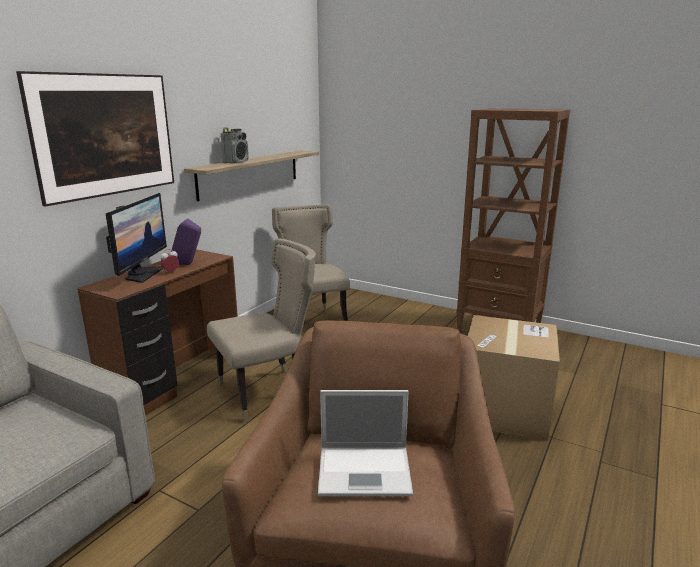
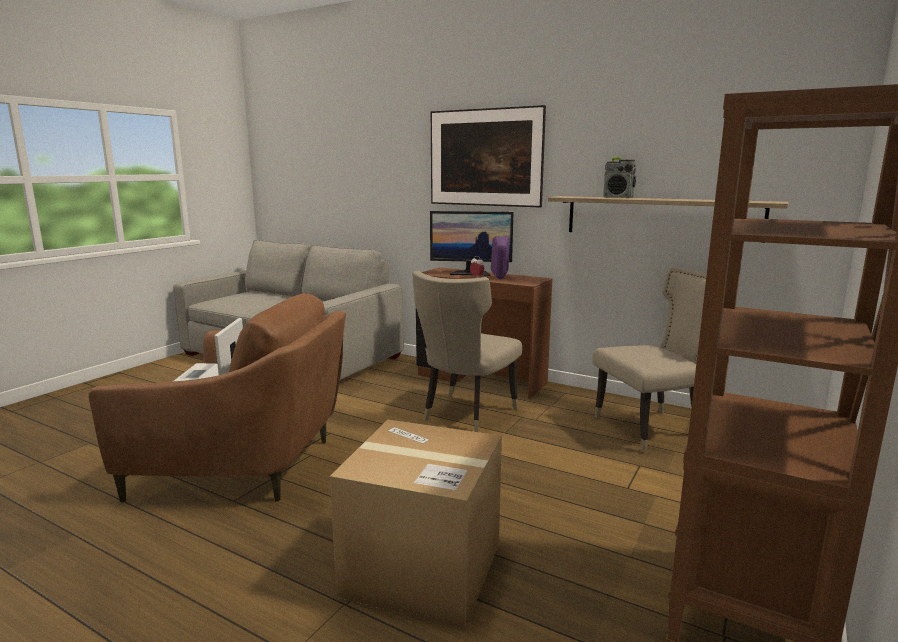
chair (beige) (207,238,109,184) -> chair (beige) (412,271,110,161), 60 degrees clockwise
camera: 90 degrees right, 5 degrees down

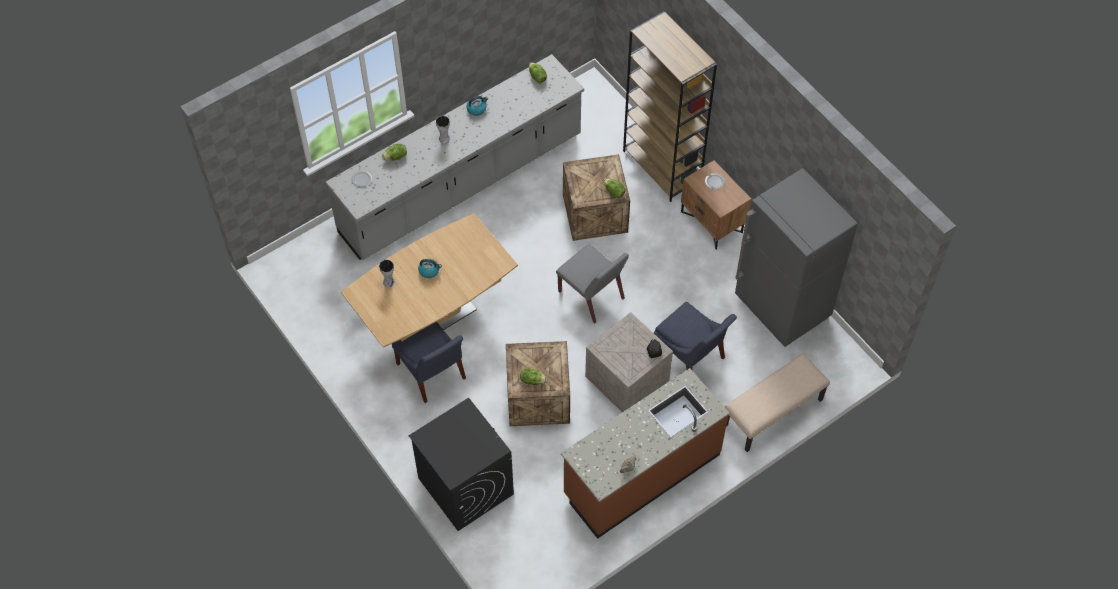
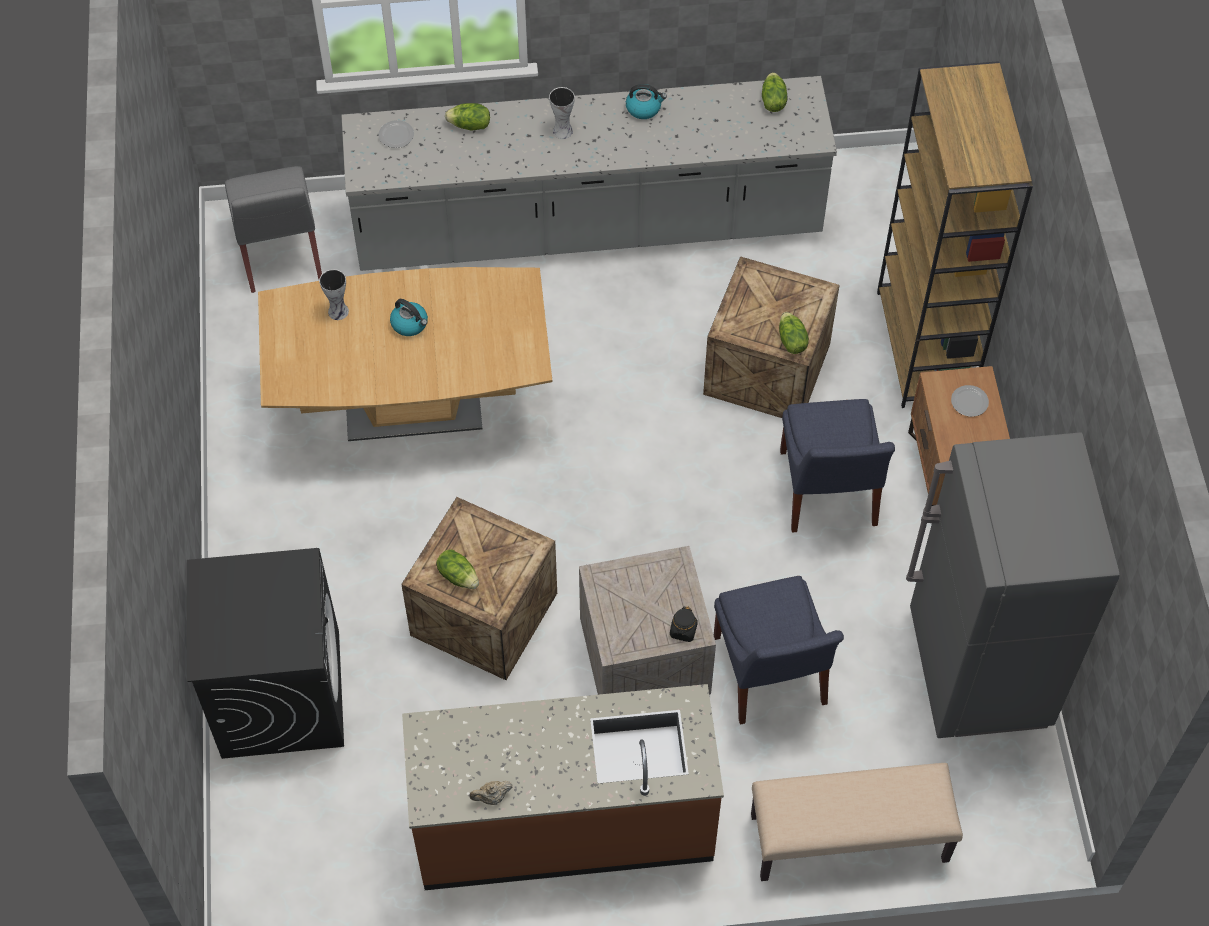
chair (blue) (392,322,74,81) -> chair (blue) (780,399,115,133), move
chair (grey) (556,244,73,79) -> chair (grey) (225,166,97,127), move
camera: 30 degrees right, 0 degrees up

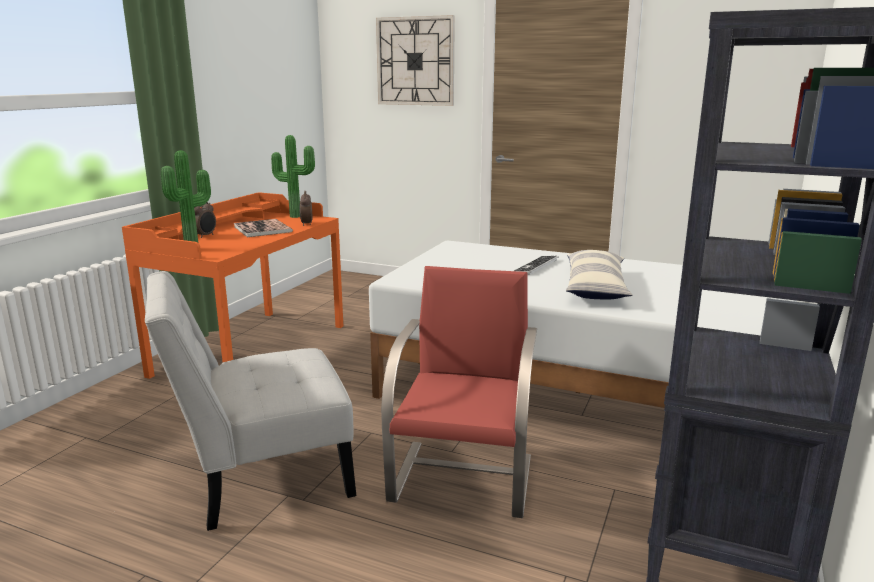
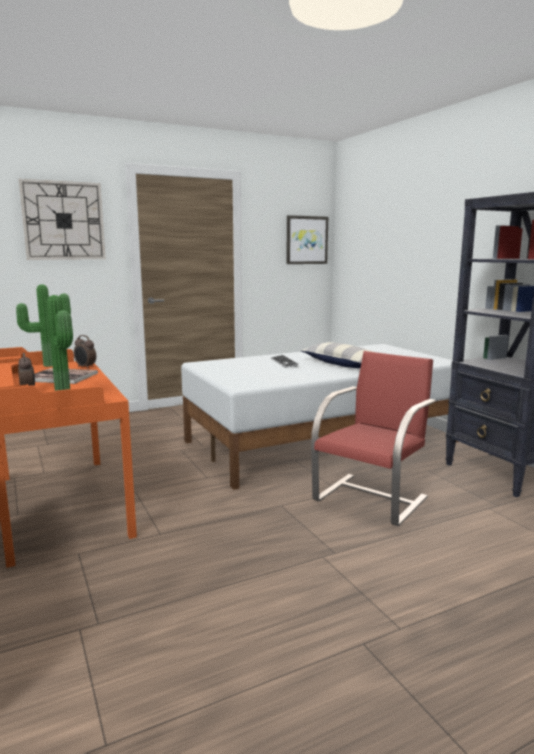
chair (white) (145,271,211,260) -> none
none -> picture (286,215,42,49)
chair (red) (381,266,156,252) -> chair (red) (311,351,125,175), 75 degrees clockwise
camera: 50 degrees left, 5 degrees down

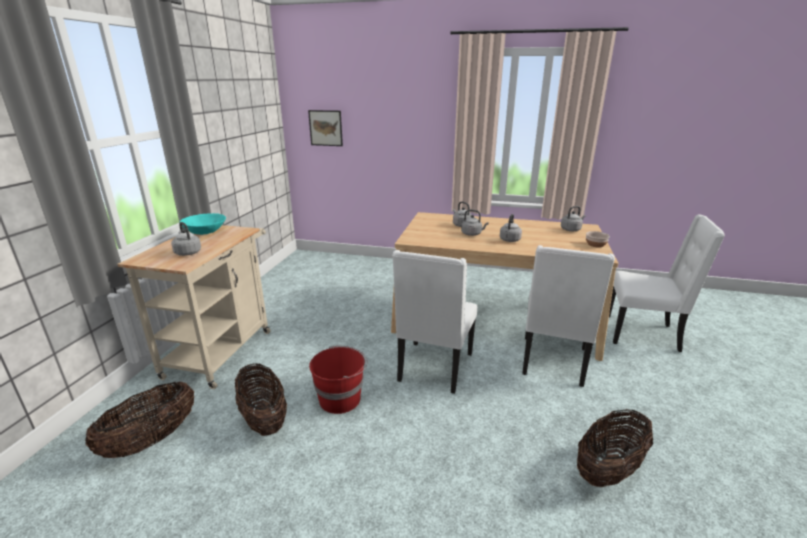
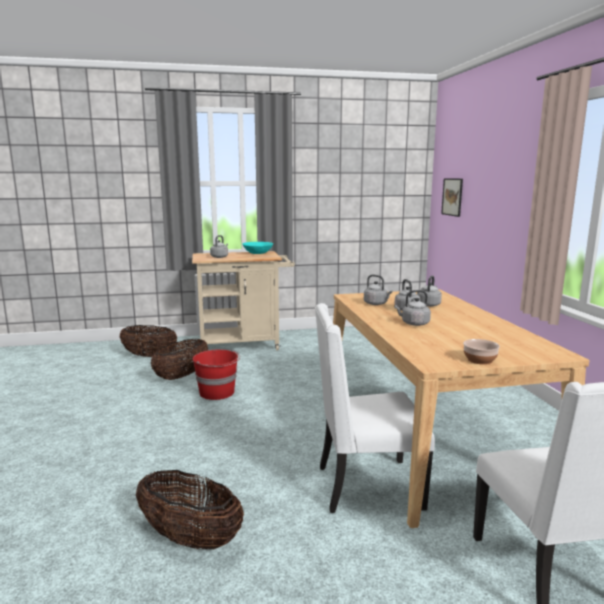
chair (white) (392,250,85,144) -> none
kettle (grey) (561,206,25,25) -> kettle (grey) (364,275,28,30), move
camera: 65 degrees right, 10 degrees down

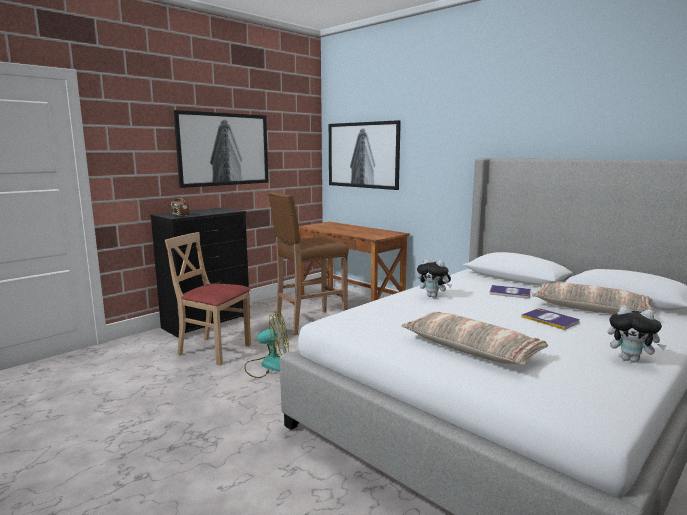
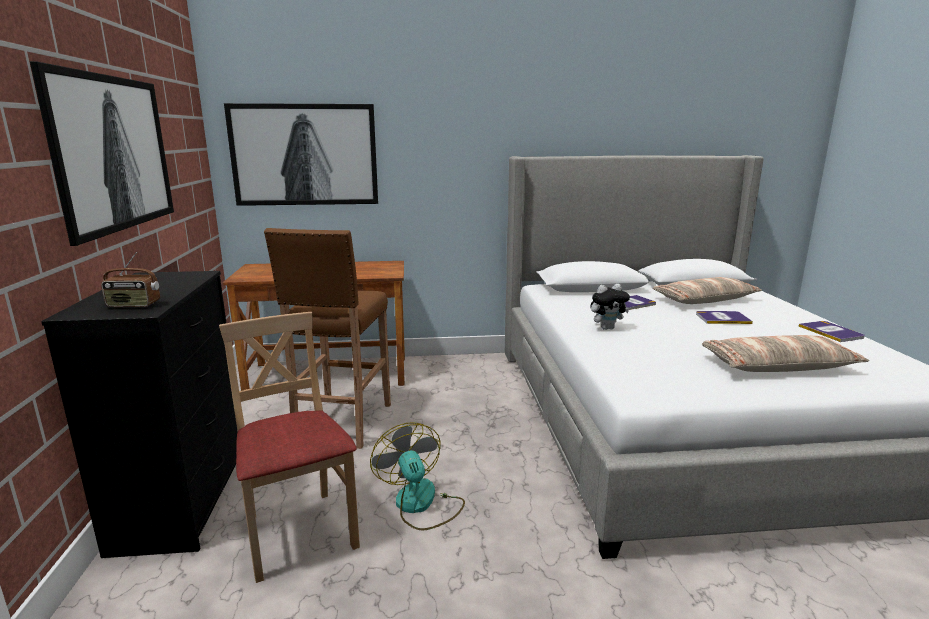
plush toy (608,305,59,58) -> book (798,321,67,21)
chair (beige) (165,232,86,134) -> chair (beige) (219,312,141,271), 90 degrees clockwise
fan (244,311,45,67) -> fan (370,422,95,109), 60 degrees counterclockwise
camera: 50 degrees left, 5 degrees up

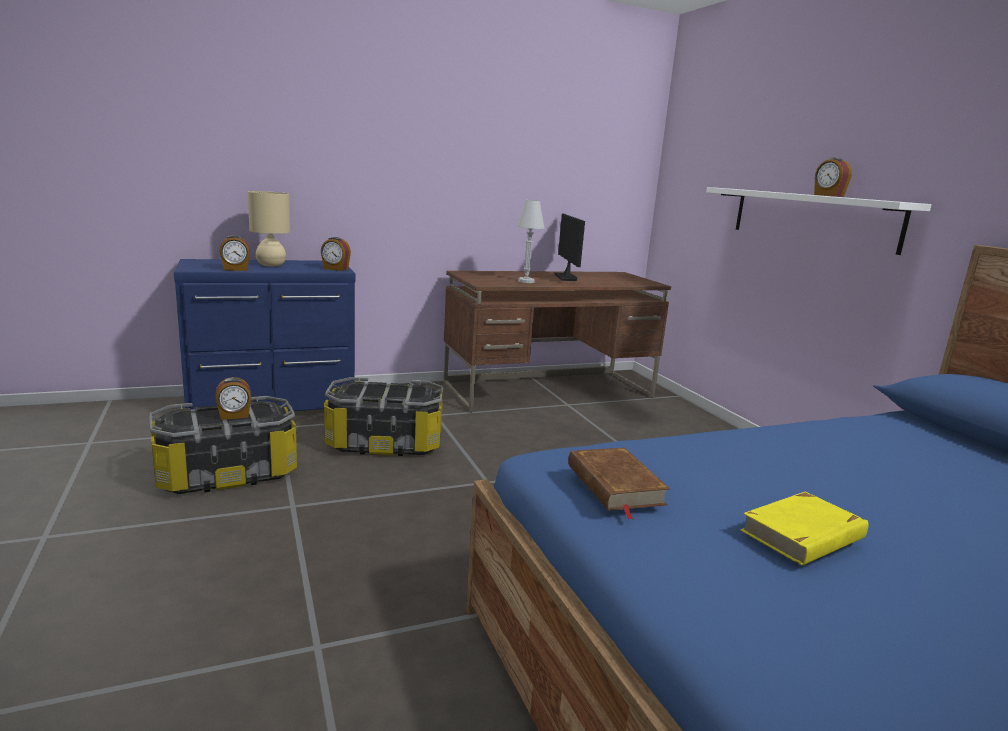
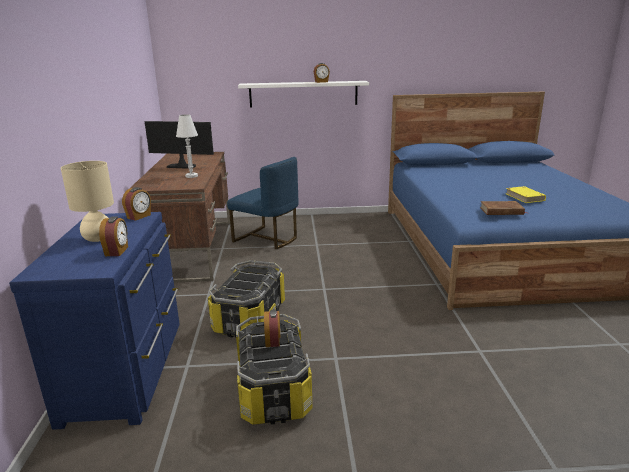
none -> chair (blue) (227,157,72,92)
camera: 70 degrees left, 5 degrees up

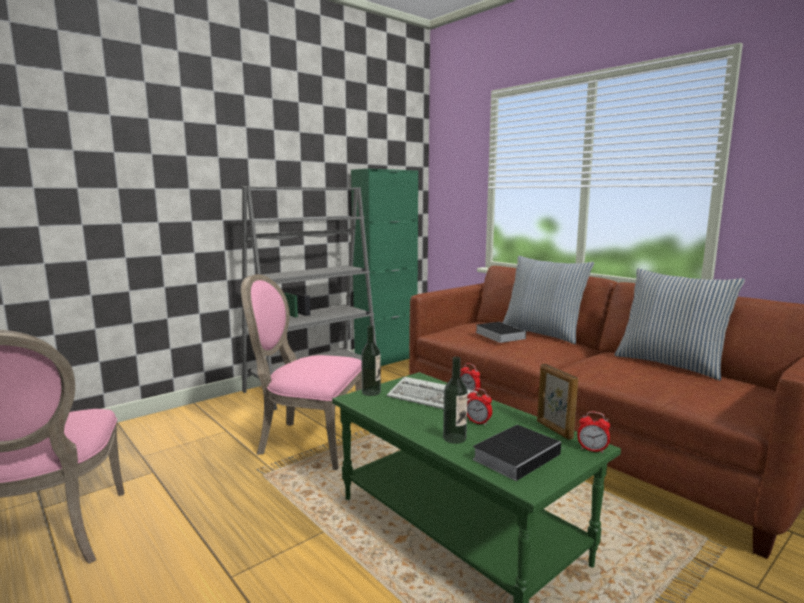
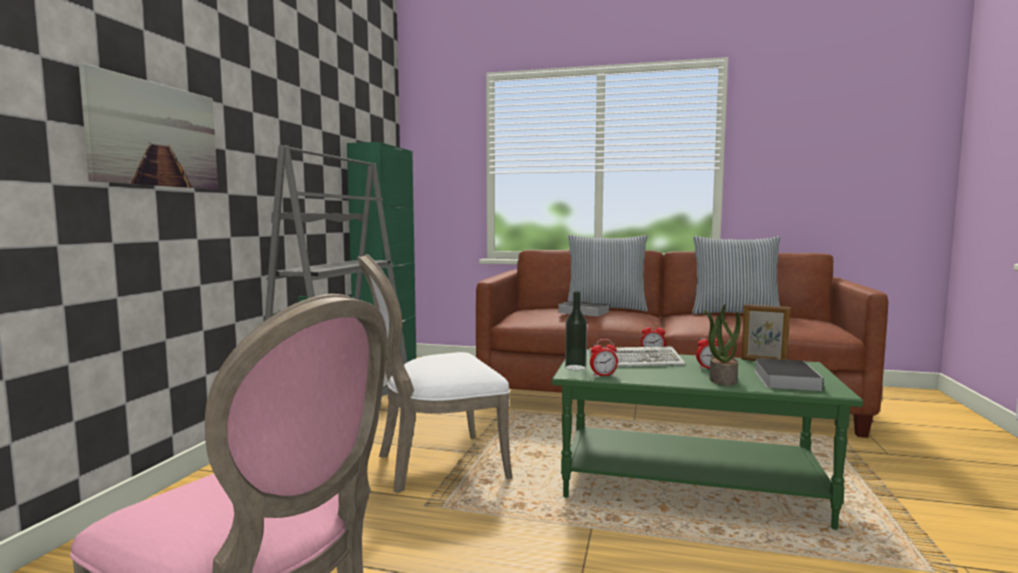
none -> picture (79,63,139,127)
alarm clock (577,411,33,42) -> alarm clock (590,339,28,38), move
bottle (443,356,25,88) -> potted plant (704,304,37,82)
chair (pink) (241,274,122,196) -> chair (white) (357,254,156,239)
camera: 35 degrees left, 5 degrees down

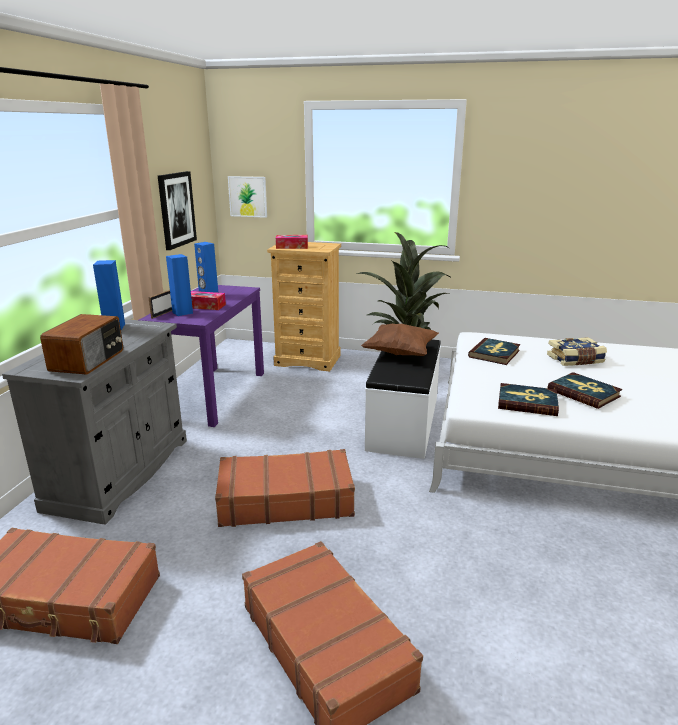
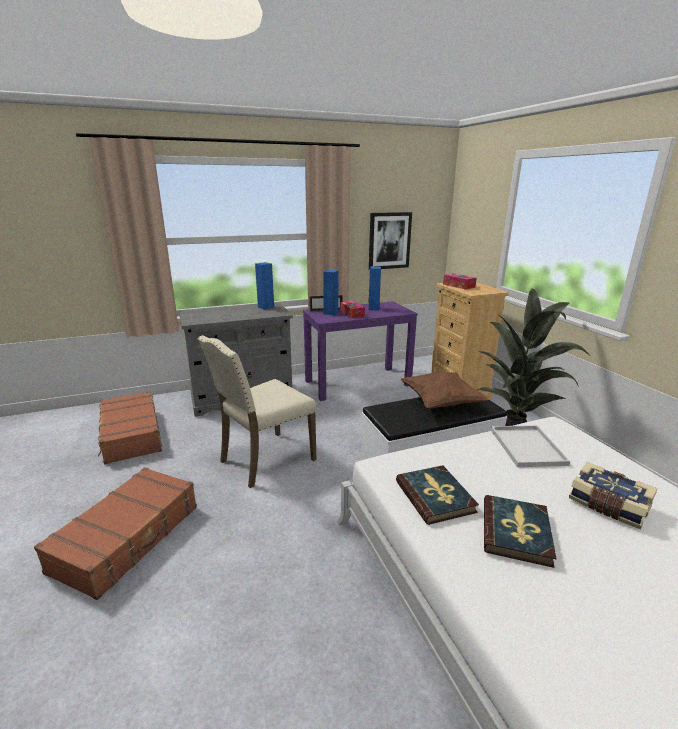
radio (40,314,83,60) -> none
picture (228,176,39,42) -> none
suitcase (brown) (215,449,140,78) -> chair (beige) (198,335,119,153)
book (468,338,53,27) -> tray (white) (491,425,79,42)
camera: 55 degrees right, 0 degrees up

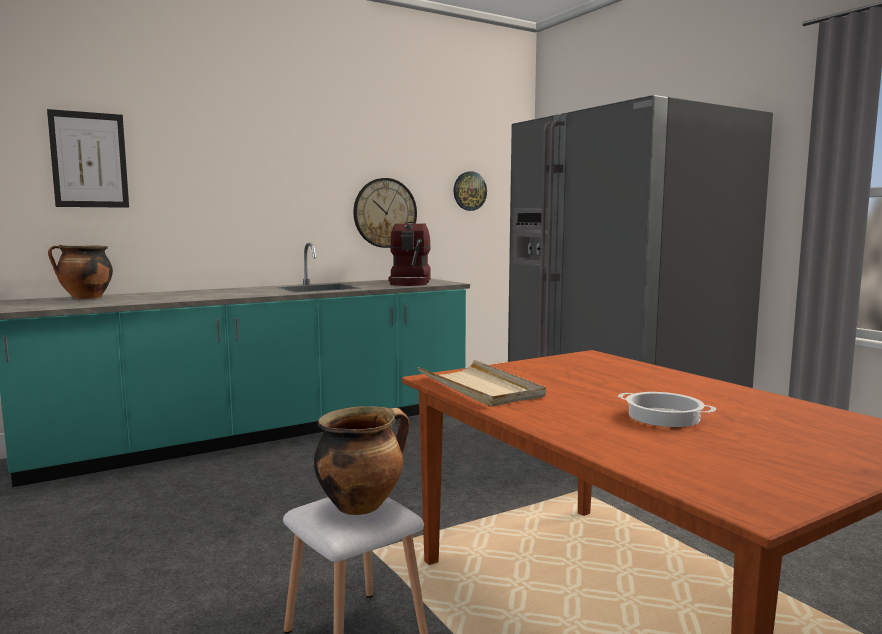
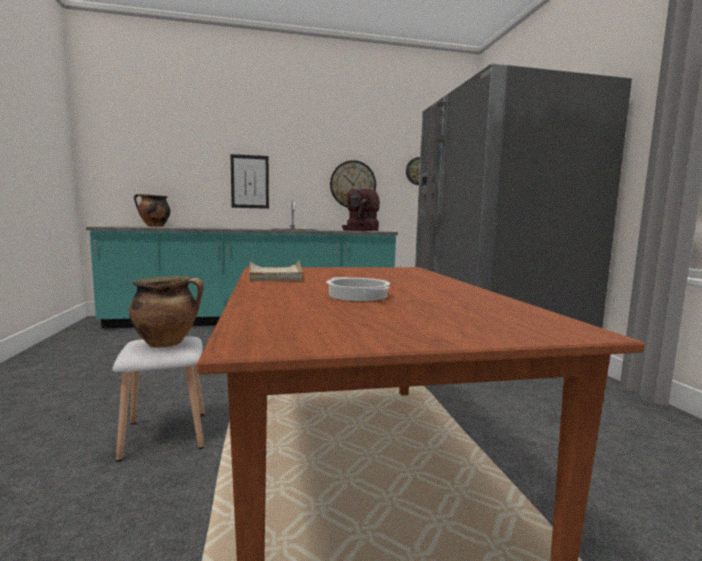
picture (47,109,82,99) -> picture (231,154,38,55), move
camera: 20 degrees right, 0 degrees up

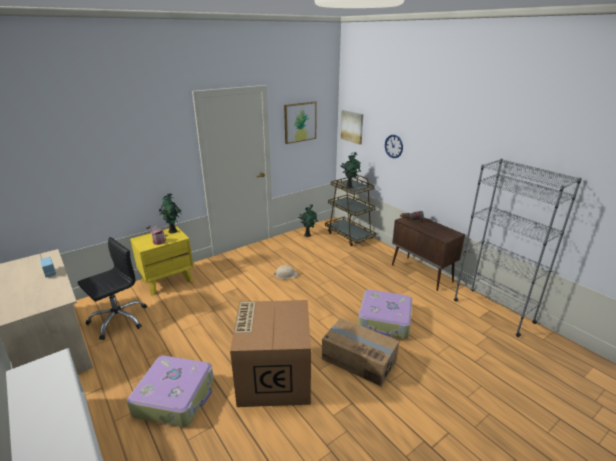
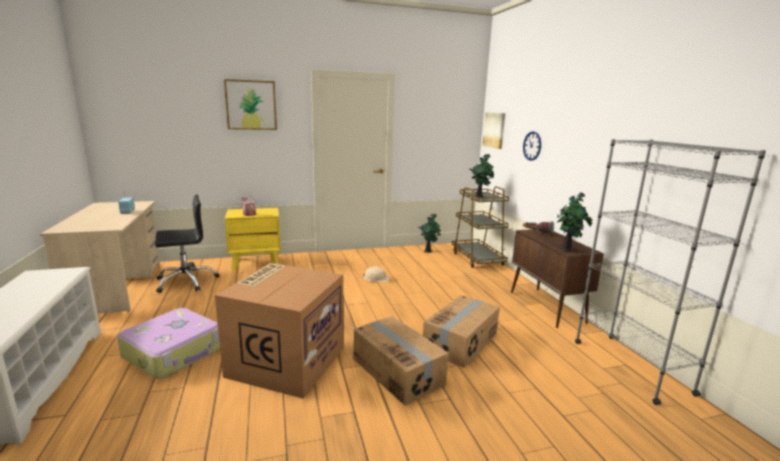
potted plant (159,194,22,39) -> potted plant (557,193,36,59), move
picture (284,101,33,43) -> picture (224,79,53,51), move
suitcase (358,290,54,49) -> cardboard box (423,295,77,73)
camera: 20 degrees right, 10 degrees down

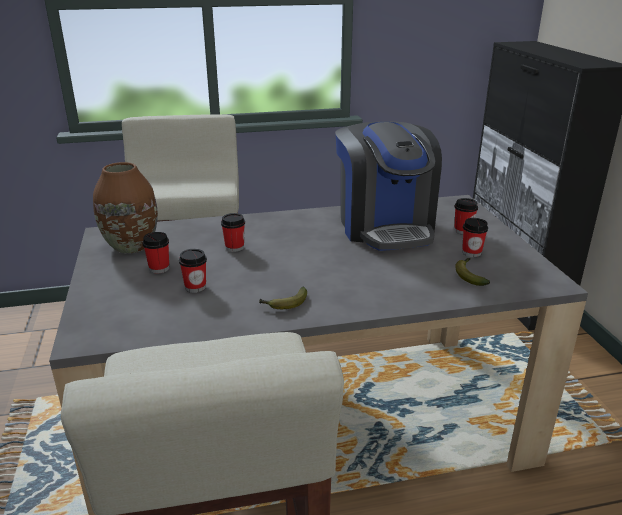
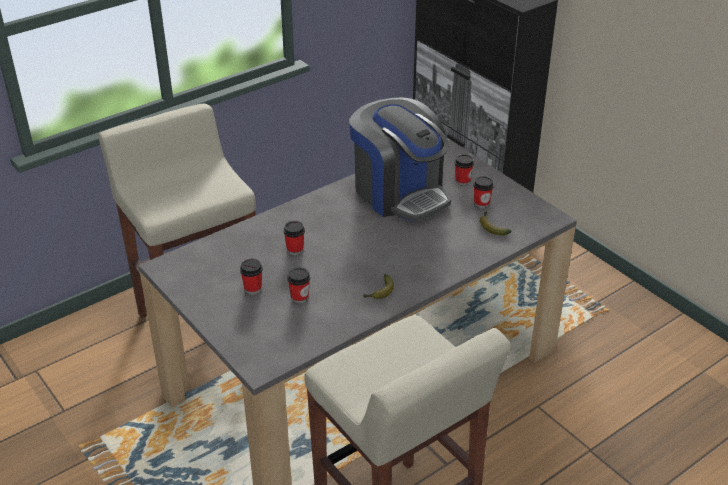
vase (brown) (93,162,65,91) -> none
camera: 25 degrees left, 10 degrees up

